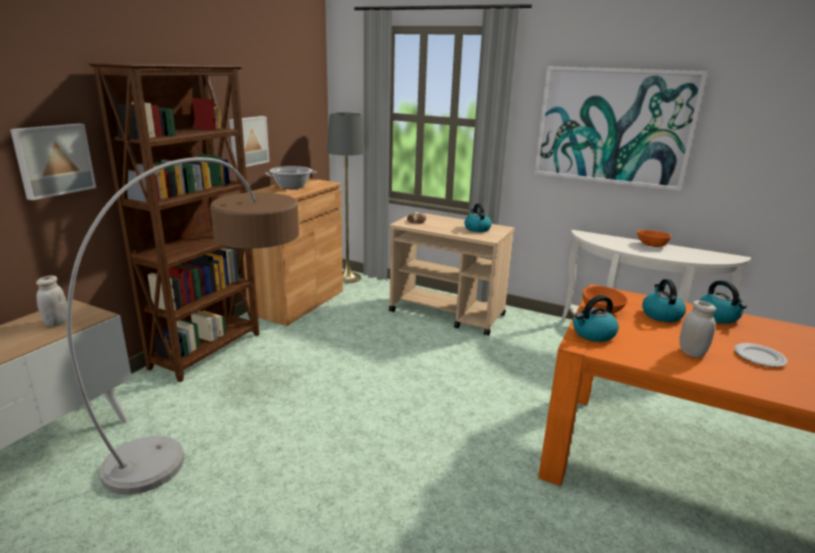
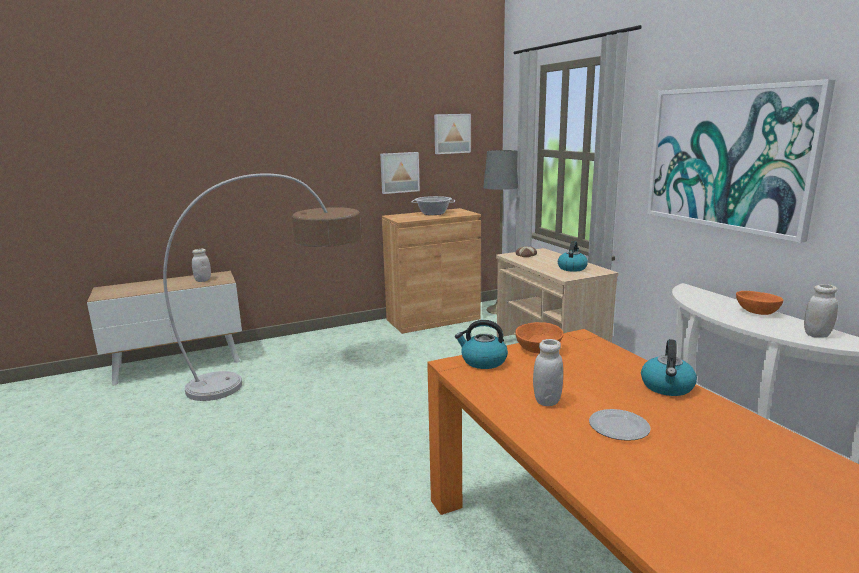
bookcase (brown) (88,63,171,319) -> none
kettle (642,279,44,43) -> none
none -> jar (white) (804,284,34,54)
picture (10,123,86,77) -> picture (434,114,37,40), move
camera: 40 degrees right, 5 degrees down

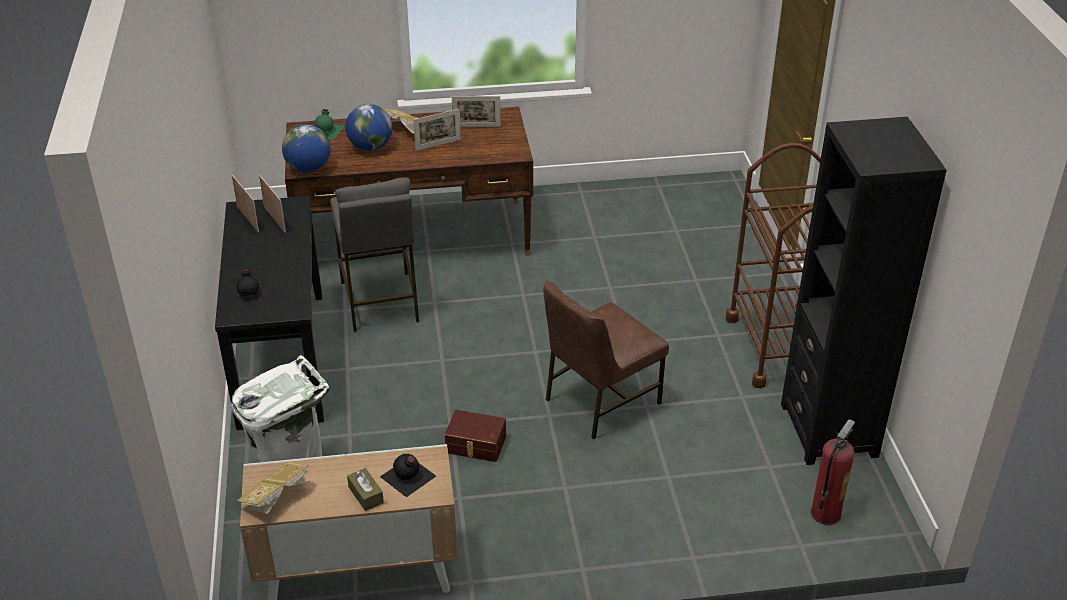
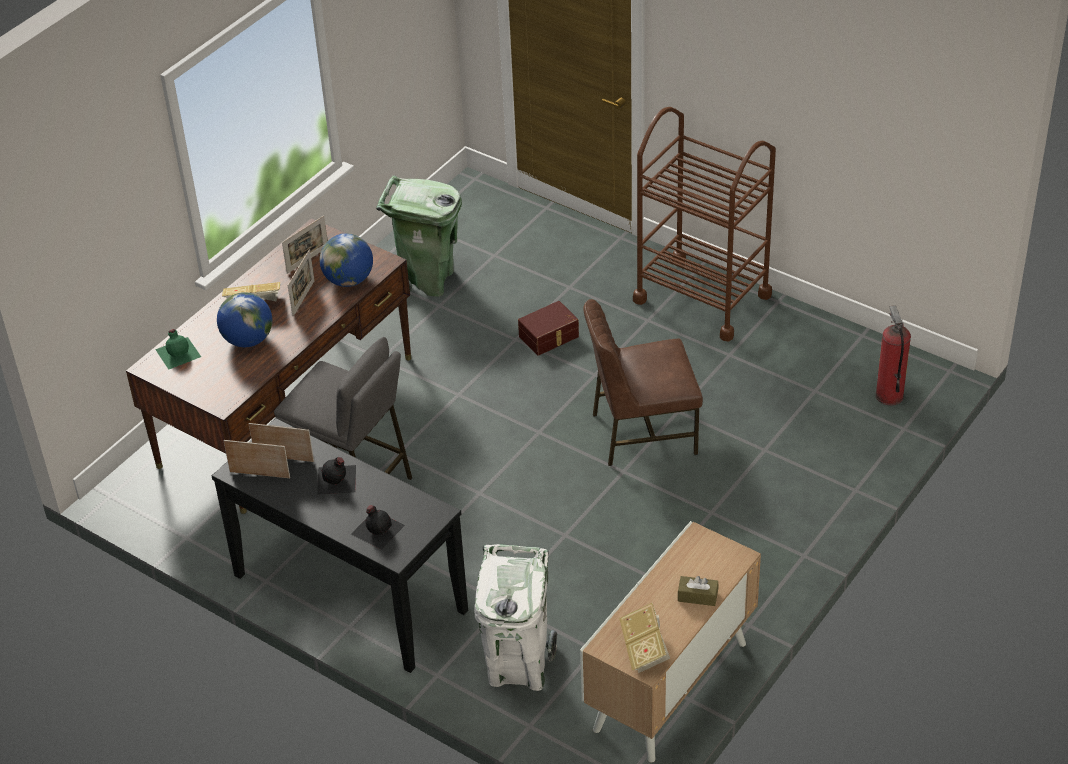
bookcase (black) (781,117,166,348) -> none
none -> trash can (green) (376,176,86,121)
globe (282,125,48,48) -> globe (320,233,53,54), move
bottle (black) (380,454,56,43) -> bottle (black) (317,457,39,38), move
storage box (brown) (444,410,62,52) -> storage box (brown) (518,301,61,55), move
chair (brown) (543,281,126,158) -> chair (brown) (583,299,120,167), 75 degrees clockwise
camera: 45 degrees left, 5 degrees up

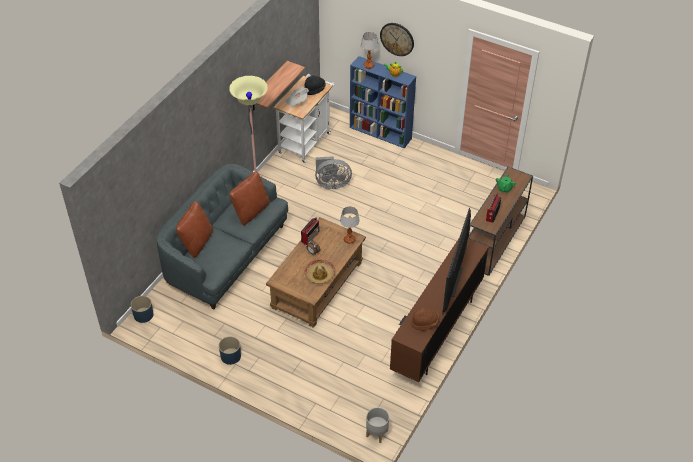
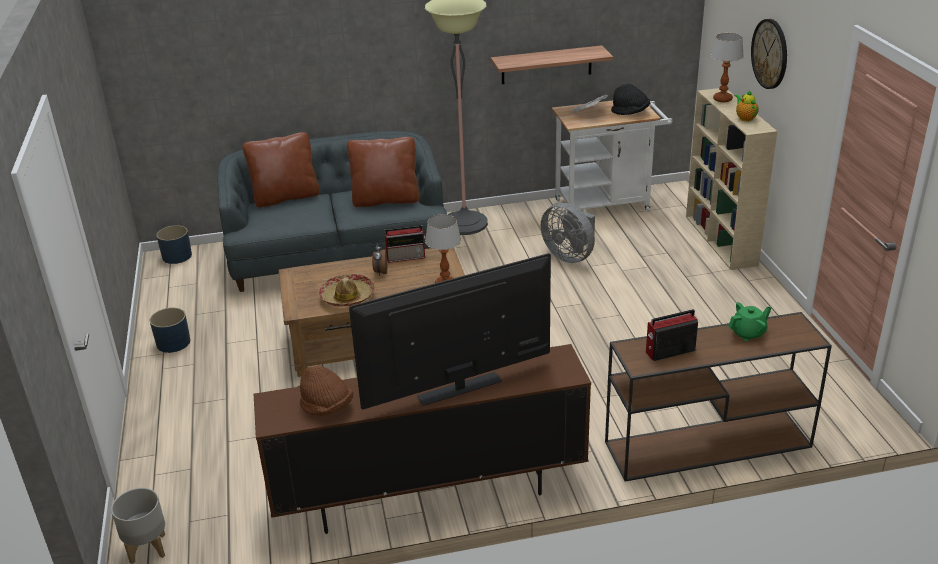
bookcase (blue) (350,56,66,92) -> bookcase (beige) (686,88,91,182)
camera: 50 degrees right, 15 degrees down

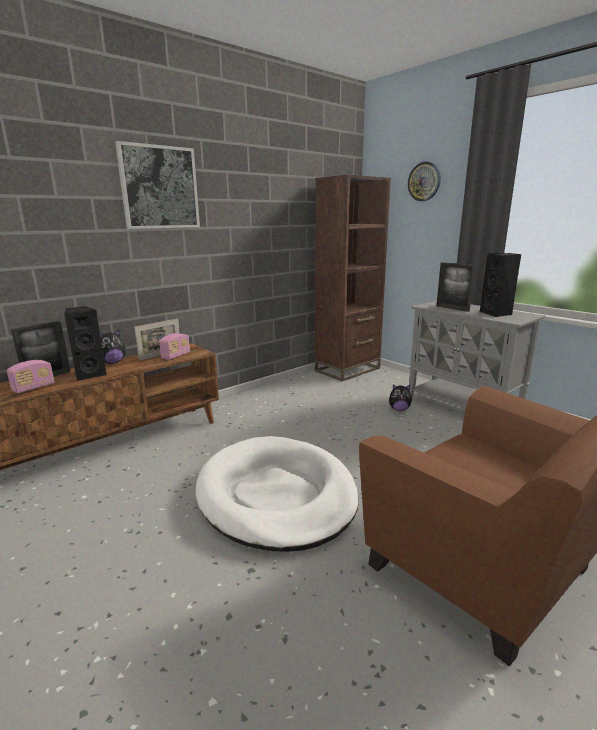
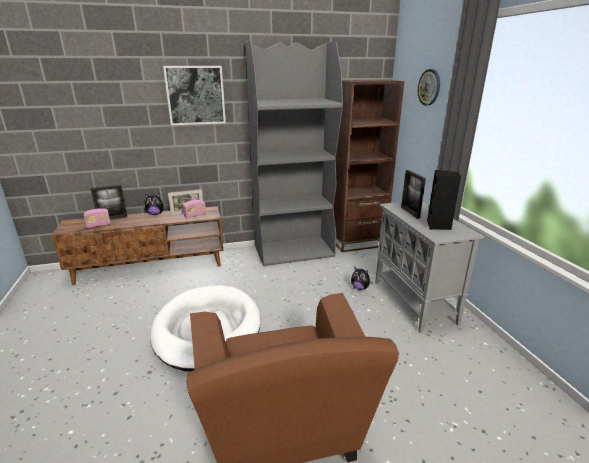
speaker (black) (64,306,43,75) -> none
none -> bookcase (grey) (246,40,97,226)
camera: 25 degrees right, 5 degrees up

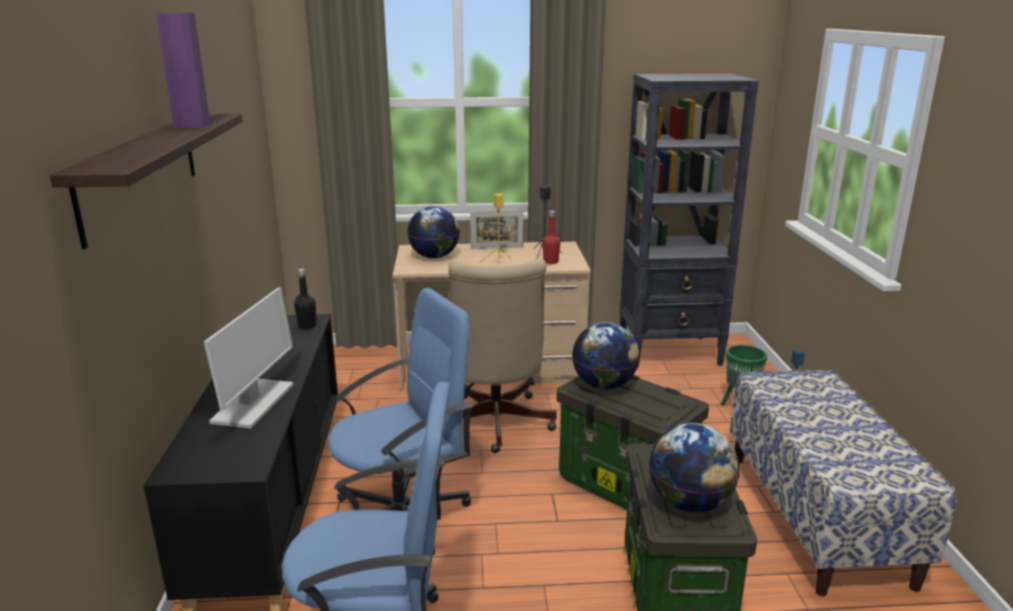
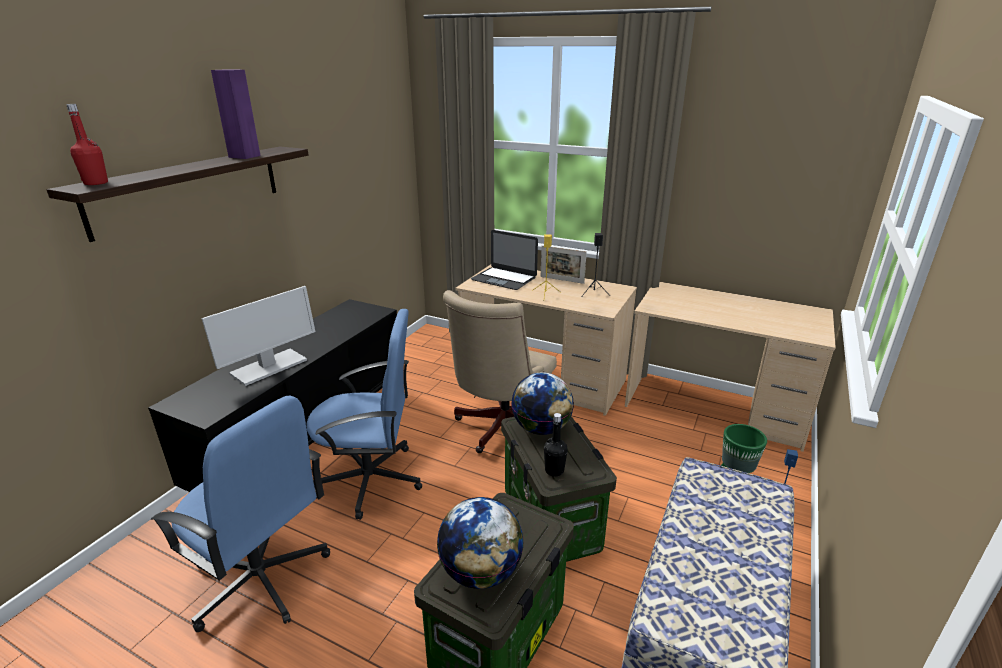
bottle (black) (294,269,22,61) -> bottle (black) (544,413,24,64), move
bottle (red) (542,210,19,54) -> bottle (red) (66,104,42,81), move
globe (407,206,53,52) -> laptop (471,230,67,60)
bookcase (black) (620,73,139,295) -> desk (beige) (625,282,211,170)
camera: 30 degrees right, 5 degrees up

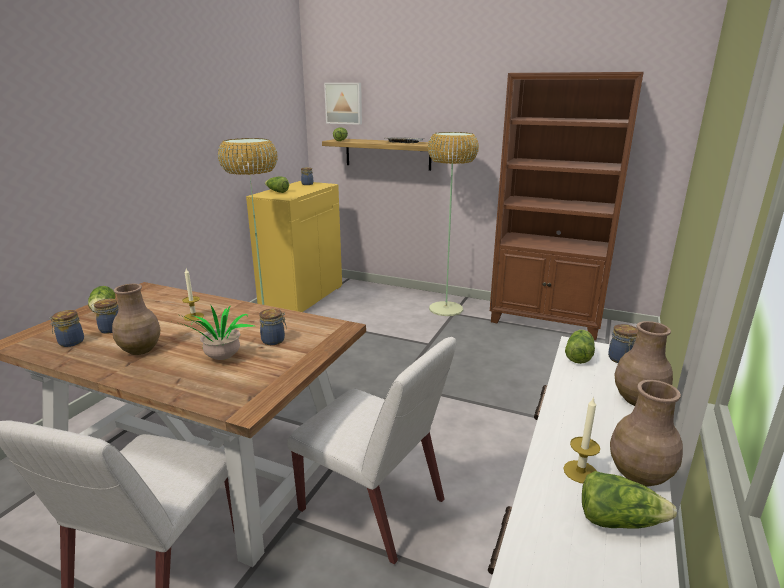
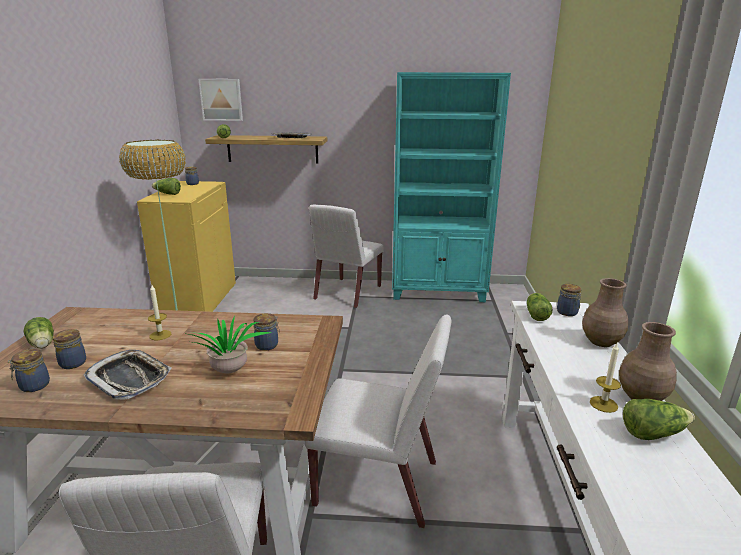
vase (brown) (112,284,49,71) -> tray (84,350,88,49)
floor lamp (428,132,51,184) -> chair (white) (309,204,75,104)
bookcase (brown) (490,72,154,268) -> bookcase (turquoise) (392,72,119,230)
camera: 20 degrees left, 0 degrees up

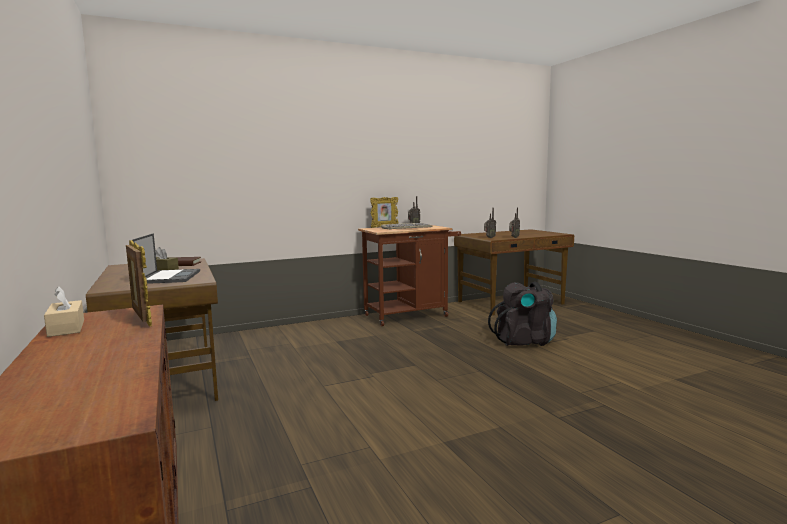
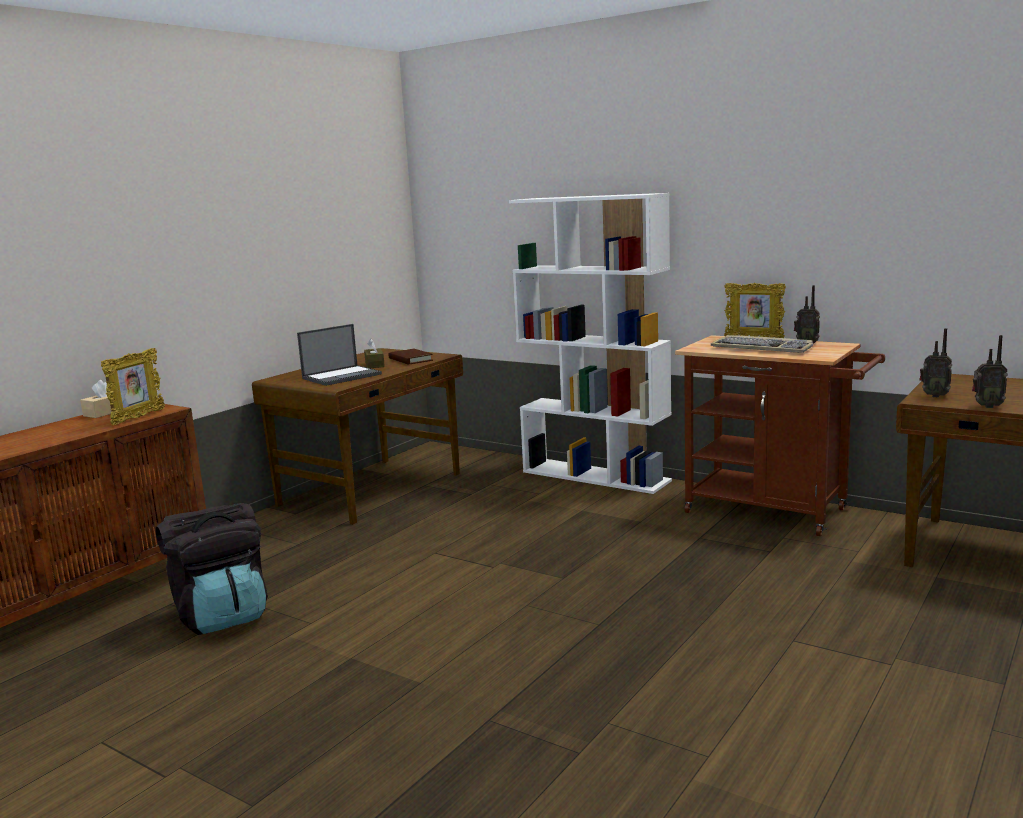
none -> bookcase (white) (509,193,163,301)
backpack (black) (488,282,69,64) -> backpack (black) (156,503,112,132), move
camera: 60 degrees right, 5 degrees up

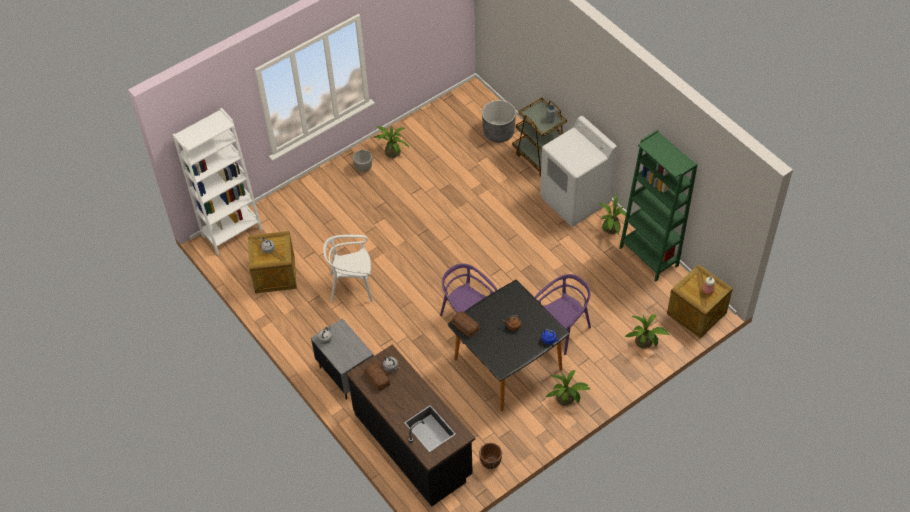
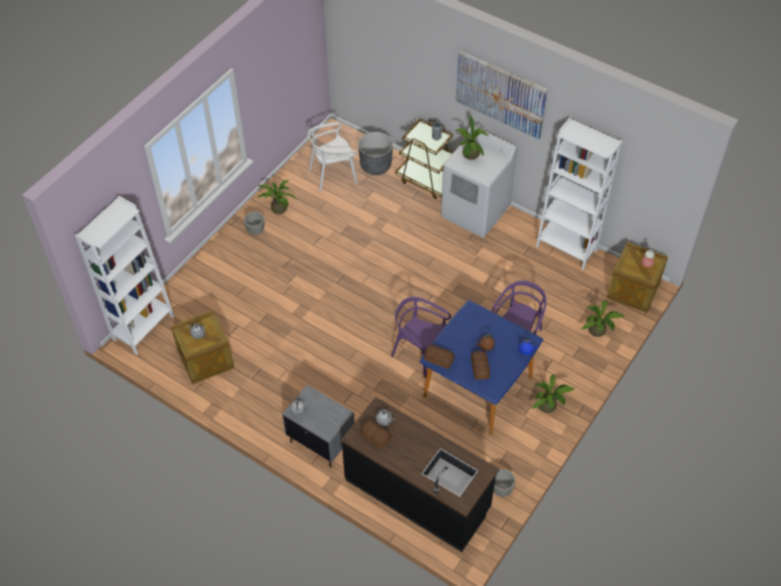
none -> picture (455,51,93,88)
none -> bread (471,351,19,29)
chair (white) (323,235,50,67) -> chair (white) (308,122,50,70), move
potted plant (598,194,28,40) -> potted plant (455,116,34,44), move
dining table (black) (448,280,122,131) -> dining table (blue) (420,300,123,135)
planter (brown) (479,443,23,26) -> planter (grey) (493,469,22,28)
bookcase (green) (619,130,79,152) -> bookcase (white) (536,117,87,153)
camera: 20 degrees left, 0 degrees up

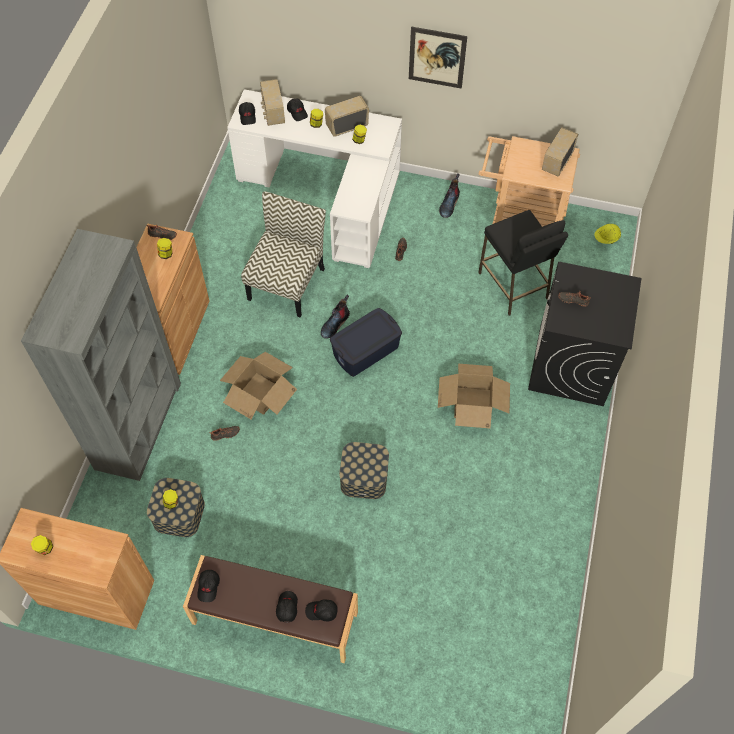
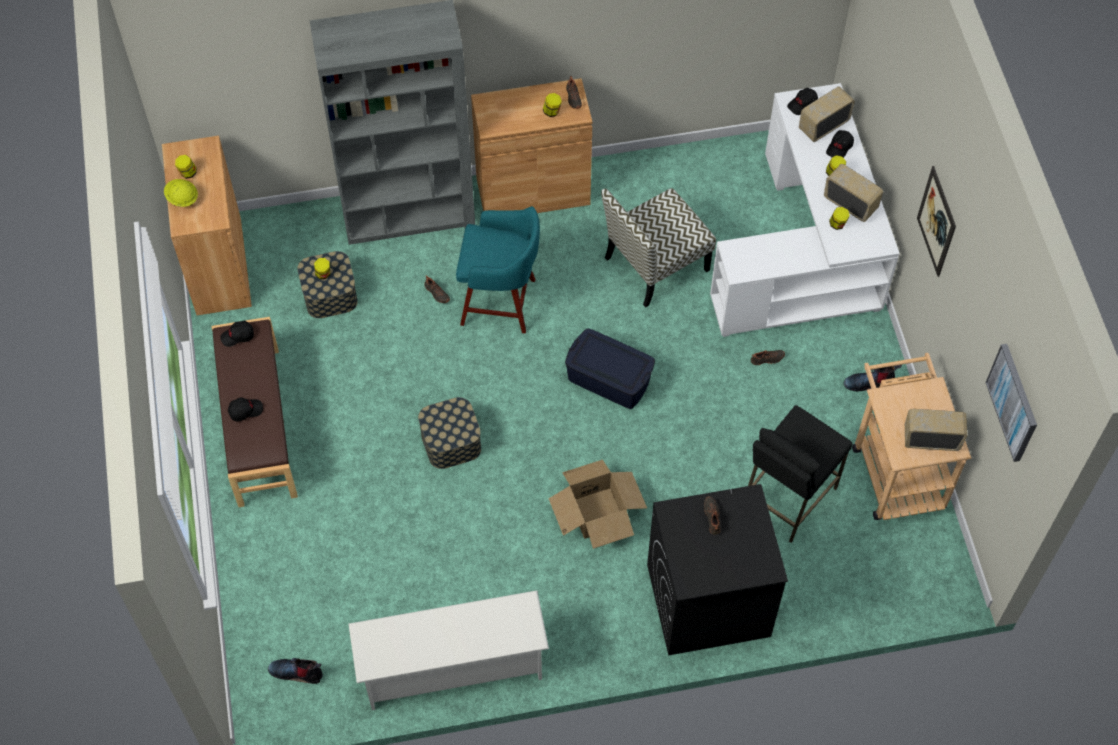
cap (black) (305,599,33,23) -> none
none -> shoe rack (white) (348,590,201,120)
none -> picture (986,344,51,118)
boot (321,294,29,44) -> boot (268,658,55,26), move
hard hat (yellow) (595,224,26,20) -> hard hat (yellow) (164,179,34,28), move
cardboard box (220,352,77,67) -> stool (turquoise) (456,206,84,127)
chair (241,191,85,126) -> chair (601,188,115,120), 150 degrees clockwise
camera: 65 degrees right, 0 degrees up

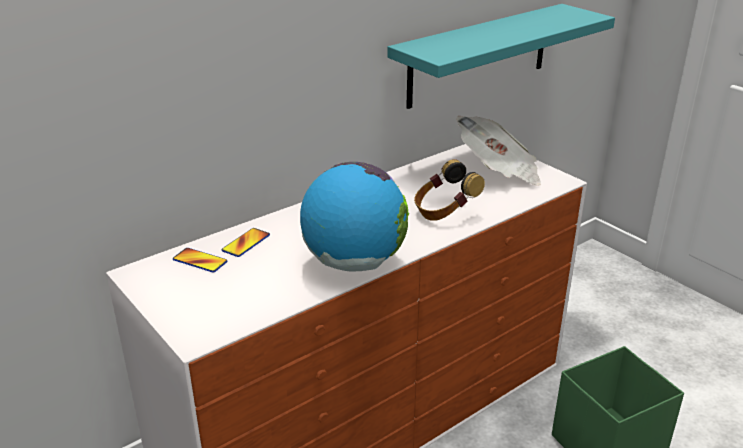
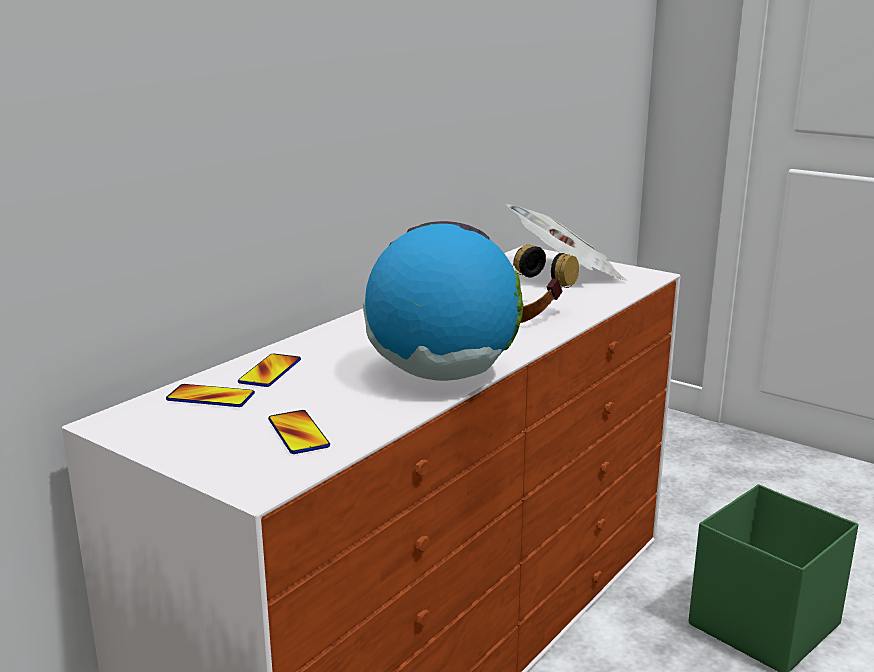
shelf (turquoise) (387,4,228,105) -> none
none -> phone (268,410,62,44)
camera: 15 degrees left, 10 degrees down

